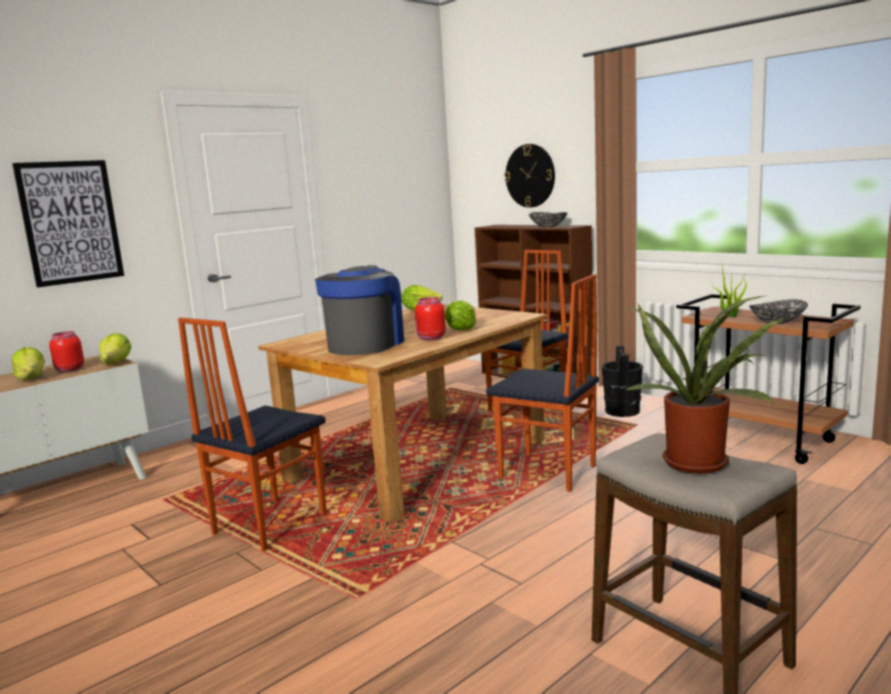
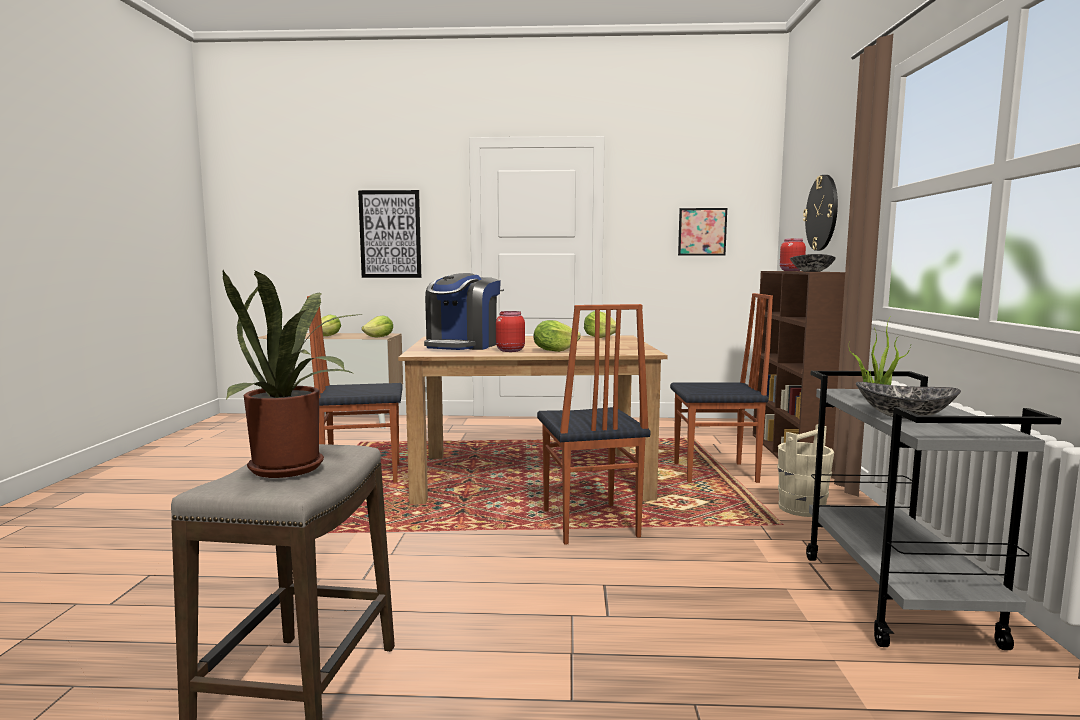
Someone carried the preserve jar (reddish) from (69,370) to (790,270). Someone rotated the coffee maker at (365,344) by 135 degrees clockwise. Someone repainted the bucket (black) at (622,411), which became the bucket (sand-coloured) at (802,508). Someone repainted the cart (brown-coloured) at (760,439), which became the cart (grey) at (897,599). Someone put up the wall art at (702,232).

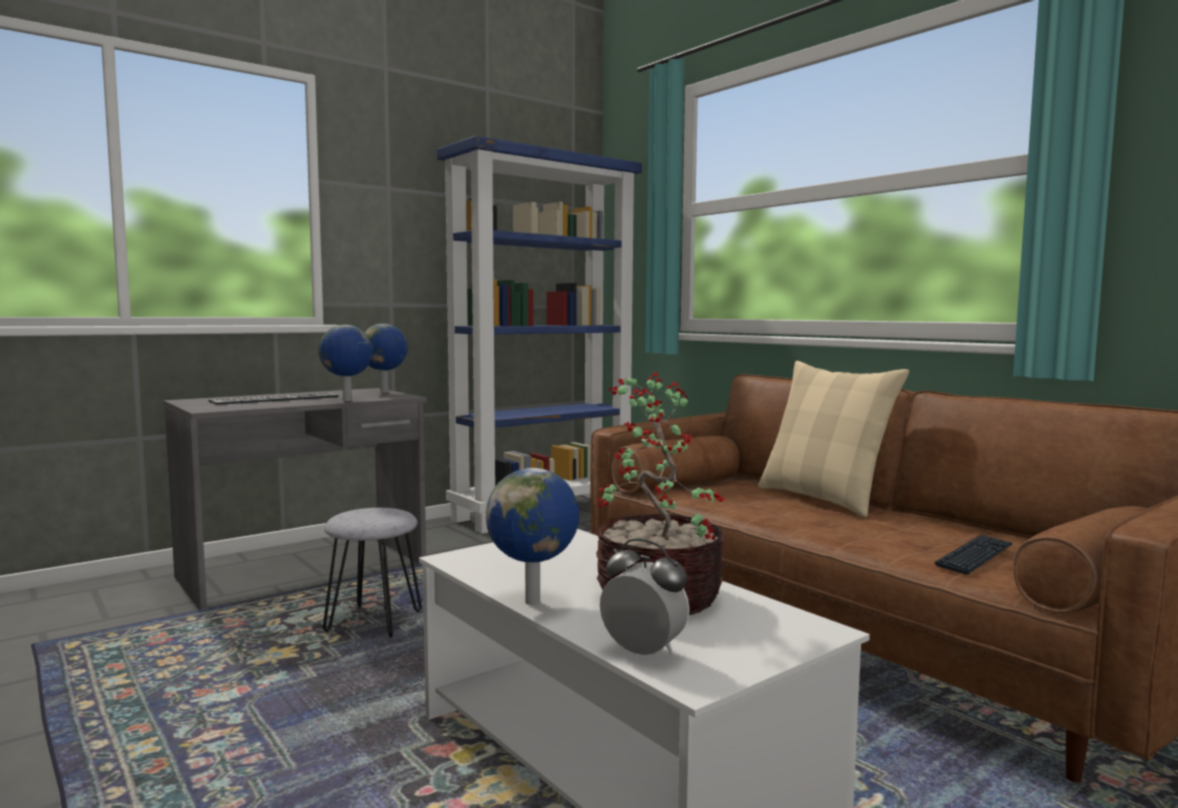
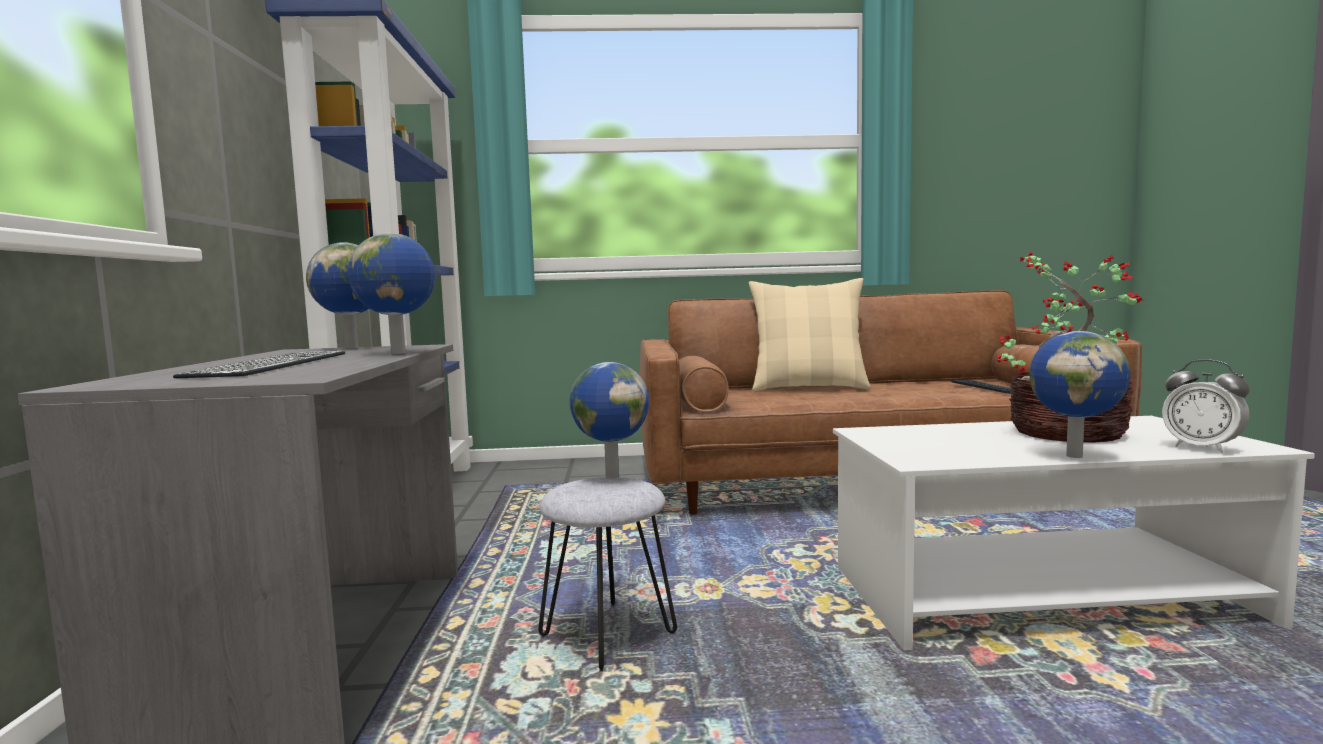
Someone rotated the alarm clock at (643,652) by 105 degrees counterclockwise. Someone put down the desk globe at (611,476).

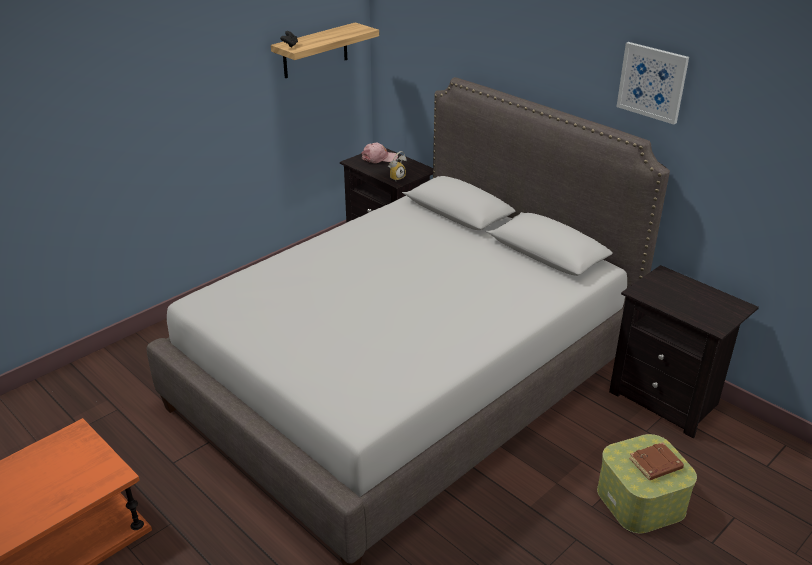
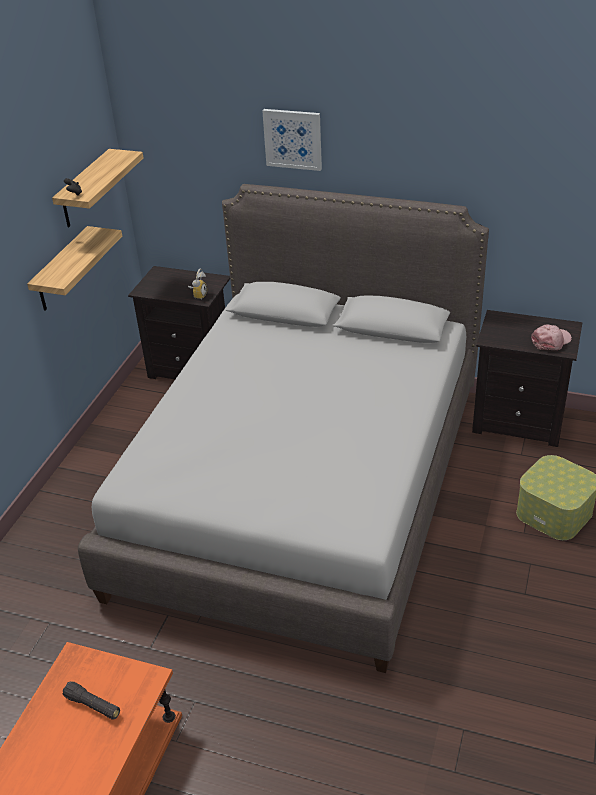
Someone carried the peaked cap (pink) from (379,158) to (551,341). Someone carried the wall art from (652,82) to (293,139). Someone took away the bound book (brown-coloured) at (655,465). Someone put up the wall shelf at (62,270). Someone put down the flashlight (black) at (93,706).

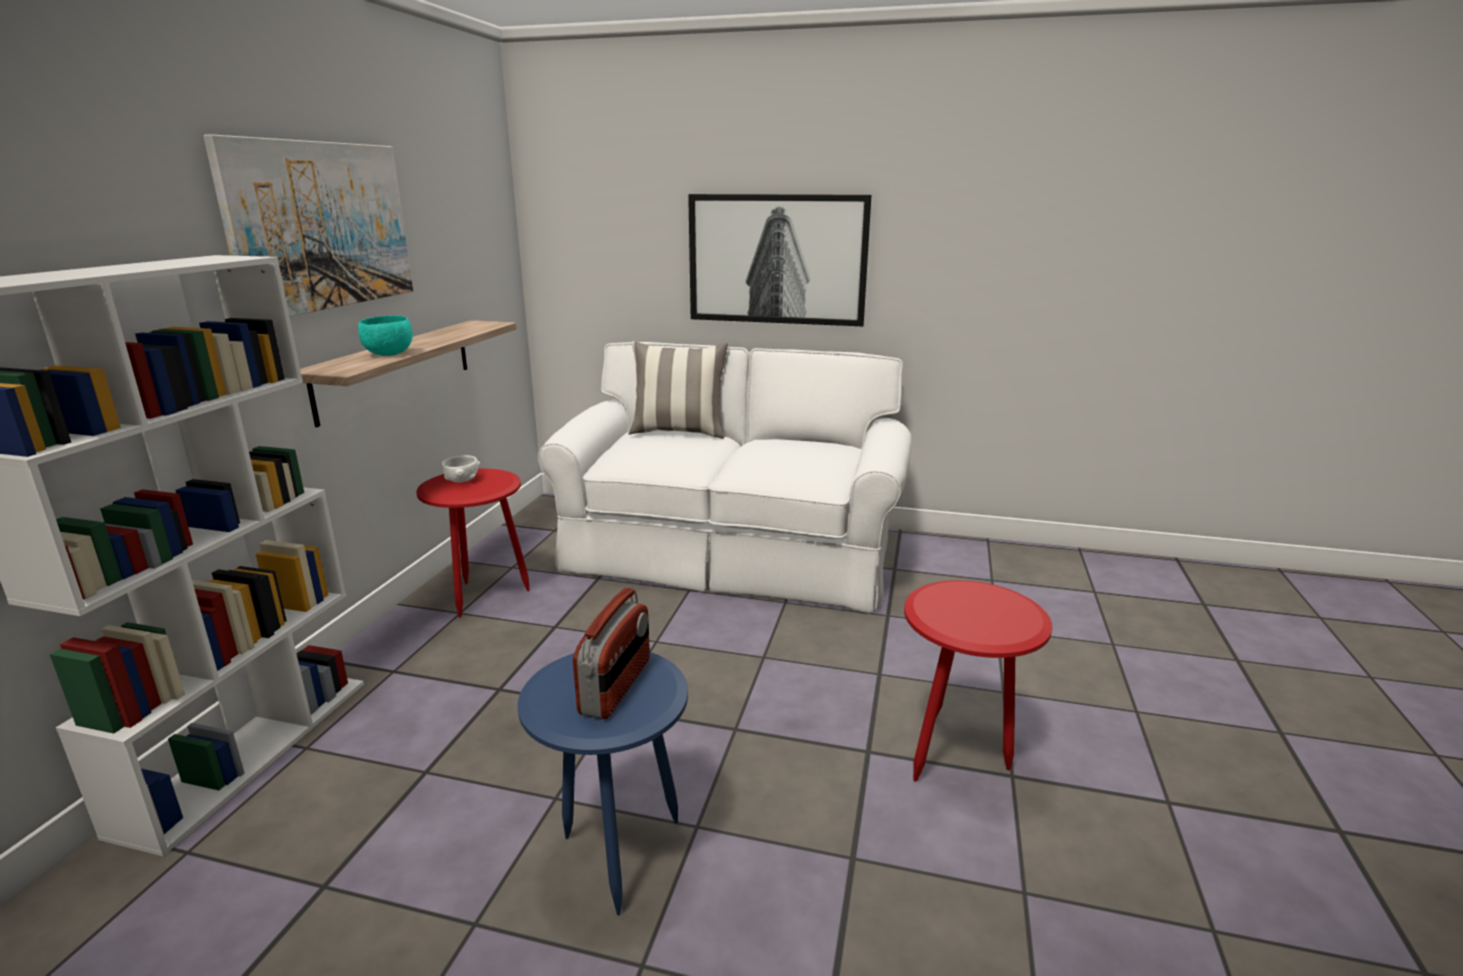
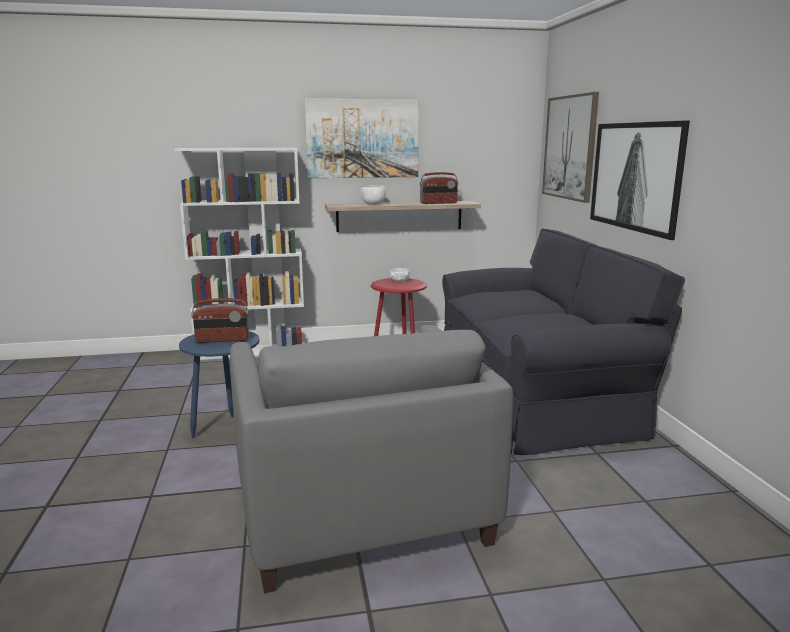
Someone repainted the bowl (turquoise-coloured) at (390,354), which became the bowl (white-coloured) at (373,204). Someone repainted the couch (white-coloured) at (732,551), which became the couch (black) at (535,393). Someone took away the throw pillow at (678,432). Someone swapped the end table (reddish) at (958,757) for the easy chair (grey) at (360,510). Someone put down the radio receiver at (438,203). Someone put up the wall art at (570,147).

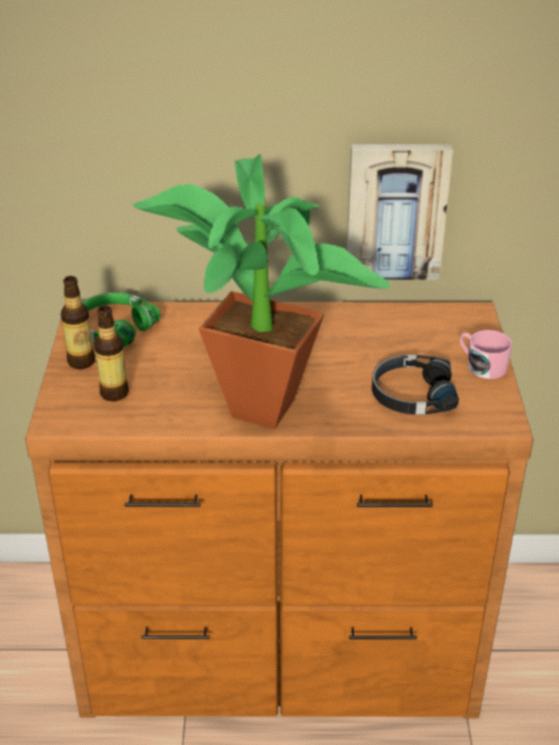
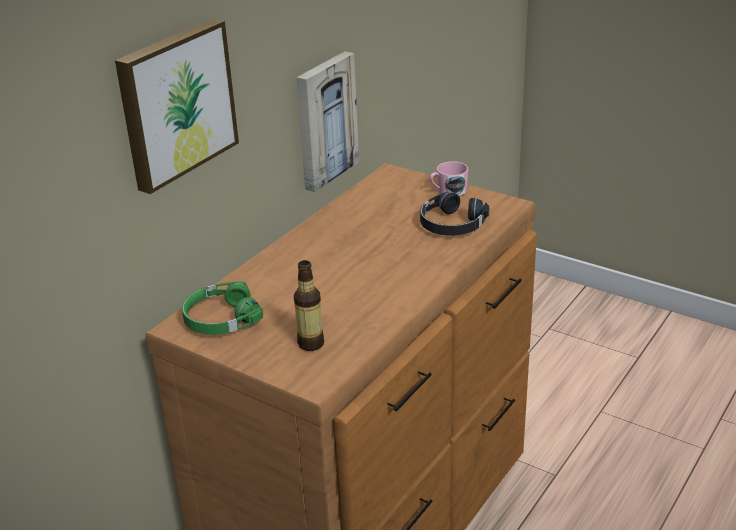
Someone took away the drink bottle at (81,362). Someone took away the plant in a pot at (254,401). Someone put up the wall art at (175,103).

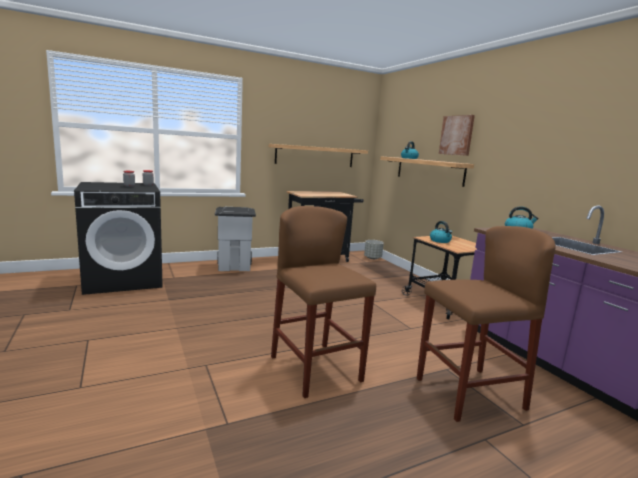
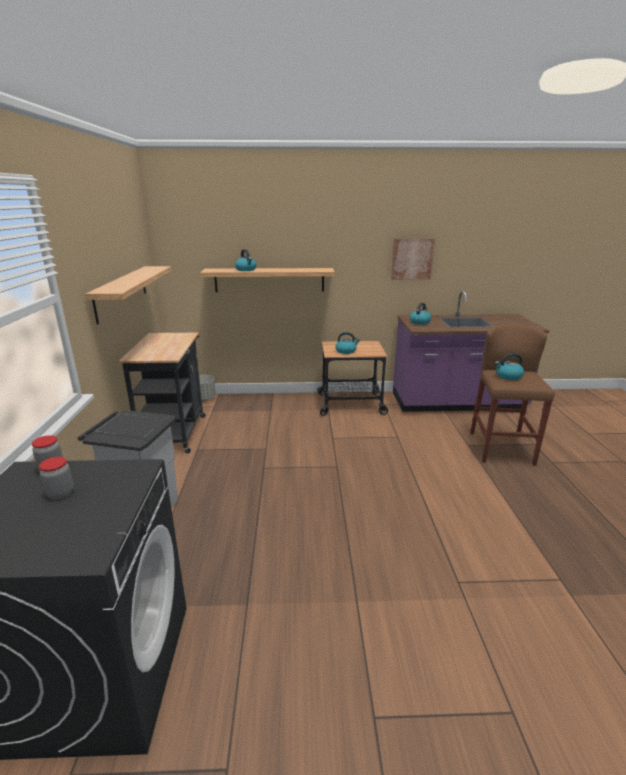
Someone took away the stool (brown-coloured) at (316,369). Someone carried the wall art from (456,135) to (412,259). Someone put down the tea kettle at (508,376).

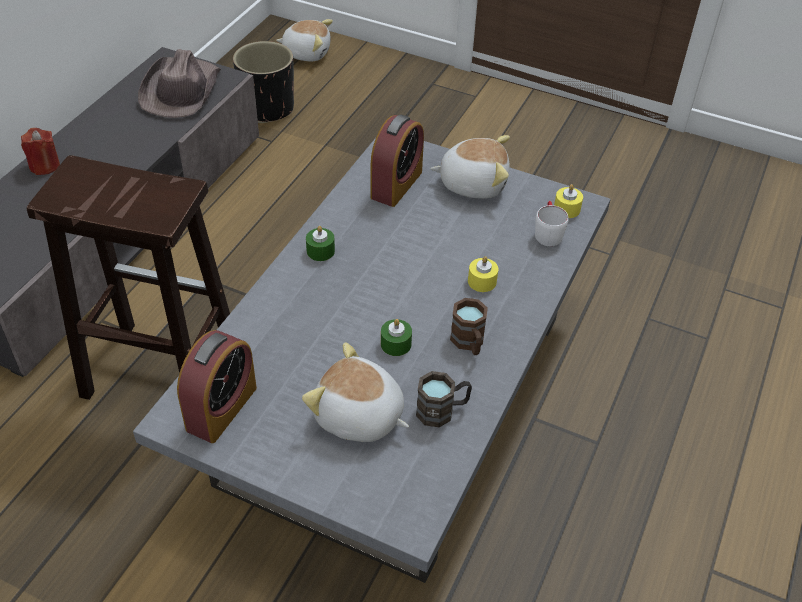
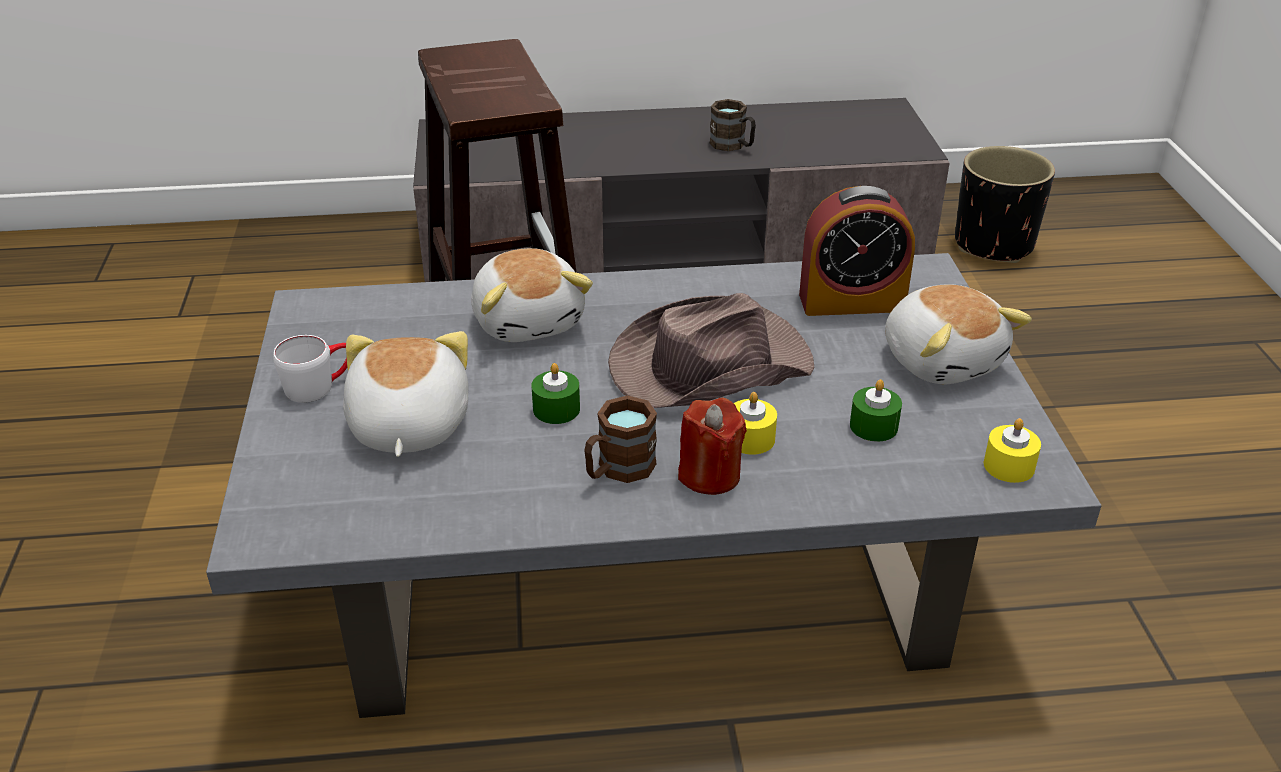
Someone carried the candle (reddish) from (44,166) to (709,475). Someone carried the wearable hat (brown-coloured) from (181,91) to (708,366). Someone took away the alarm clock at (221,408). Someone carried the soft toy from (306,52) to (529,320). Someone carried the candle (greenish) from (320,251) to (873,426). Someone carried the tea mug (brown-coloured) from (442,410) to (733,146). Someone carried the tea mug (white-coloured) from (547,232) to (319,385).

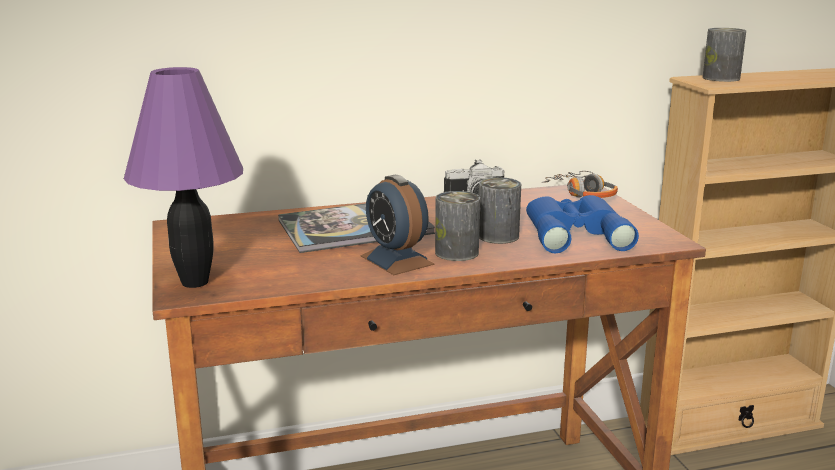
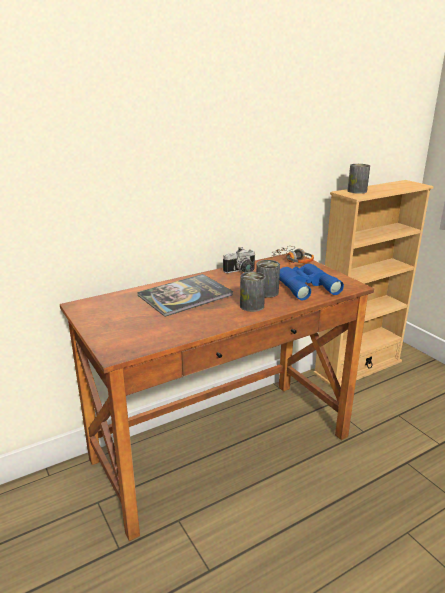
Someone took away the tabletop lamp (purple) at (196,282). Someone took away the alarm clock at (397,260).

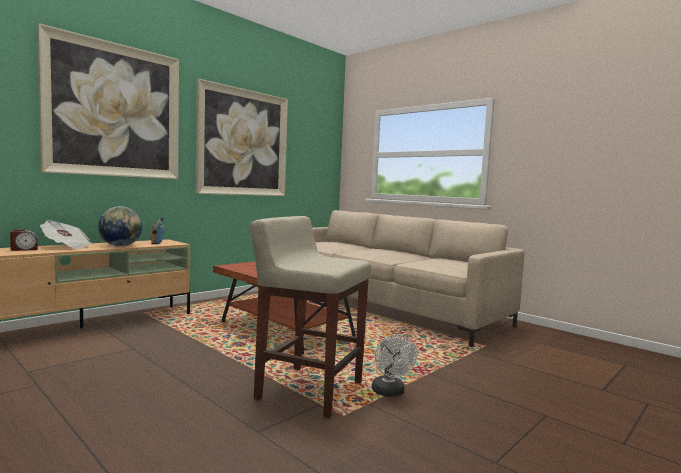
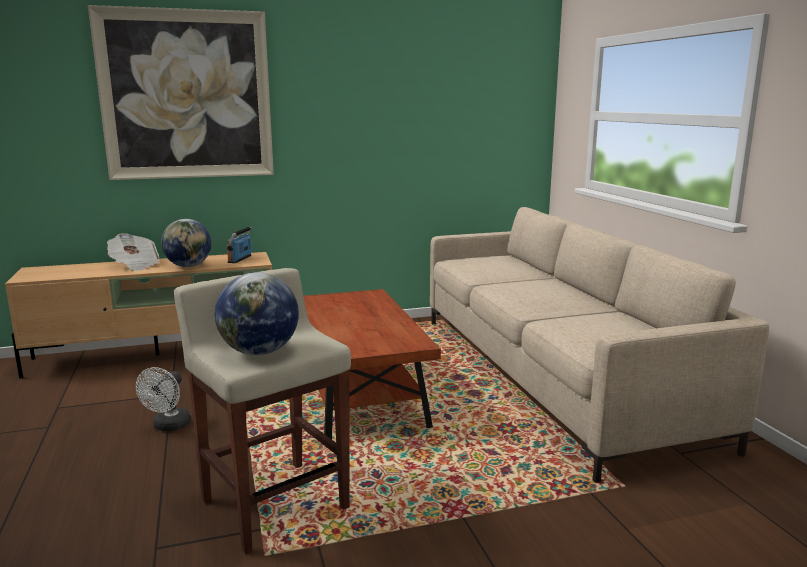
Someone took away the alarm clock at (24,249). Someone took away the wall art at (243,143). Someone carried the cooling fan (white-coloured) from (390,393) to (169,427). Someone put down the desk globe at (259,352).

